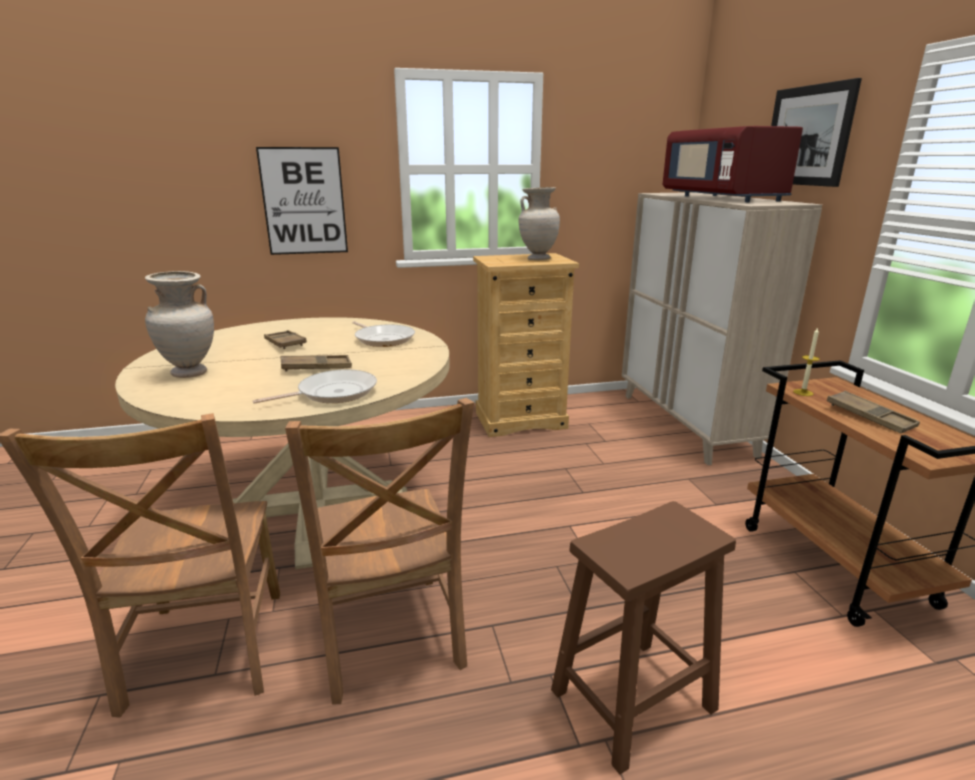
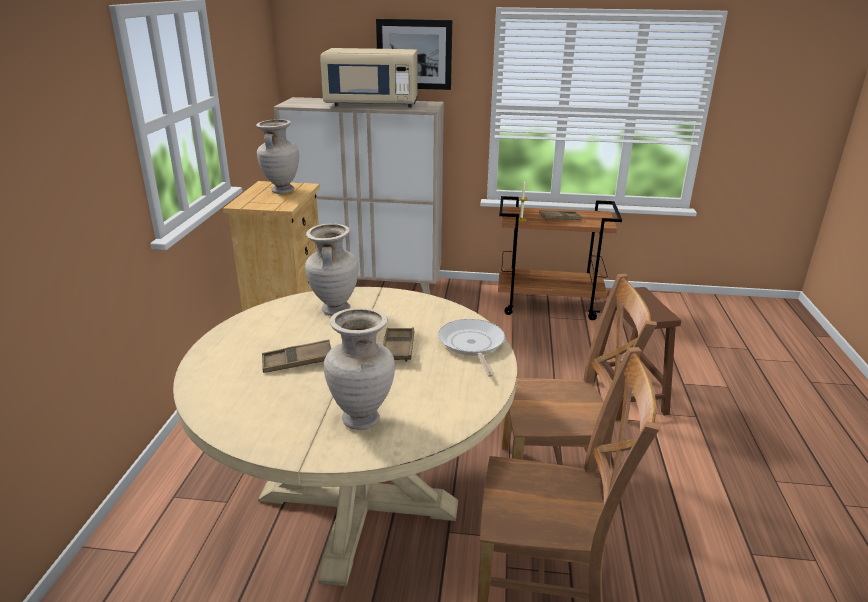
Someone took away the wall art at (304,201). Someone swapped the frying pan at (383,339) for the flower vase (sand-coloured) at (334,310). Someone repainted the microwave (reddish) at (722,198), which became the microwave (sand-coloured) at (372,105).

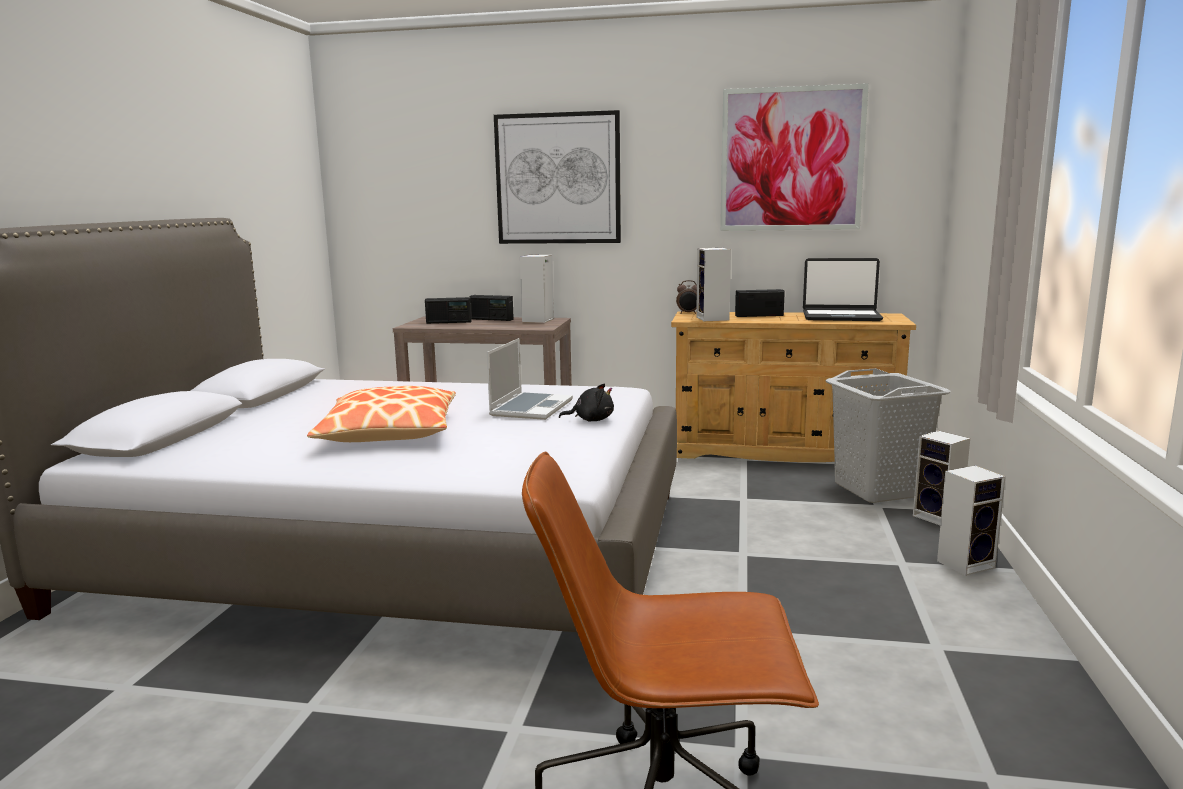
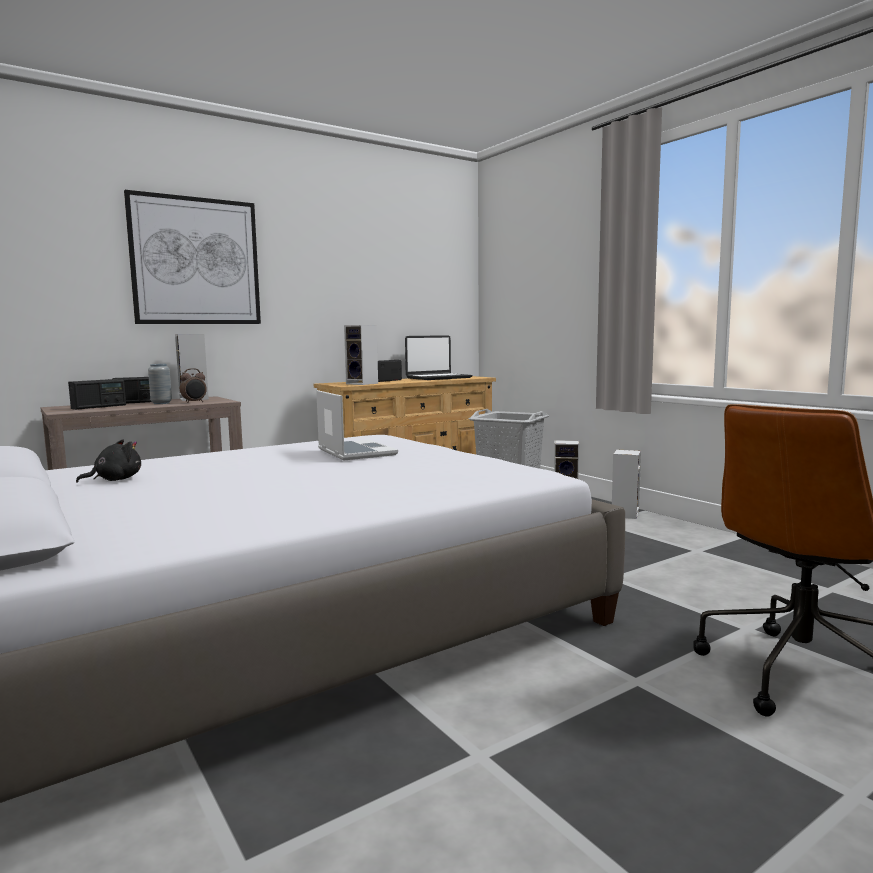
Someone took away the throw pillow at (389,432). Someone carried the soft toy (black) from (591,420) to (115,480). Someone carried the alarm clock from (688,313) to (194,402). Someone took away the wall art at (791,159). Someone put down the flower vase (grey) at (161,403).

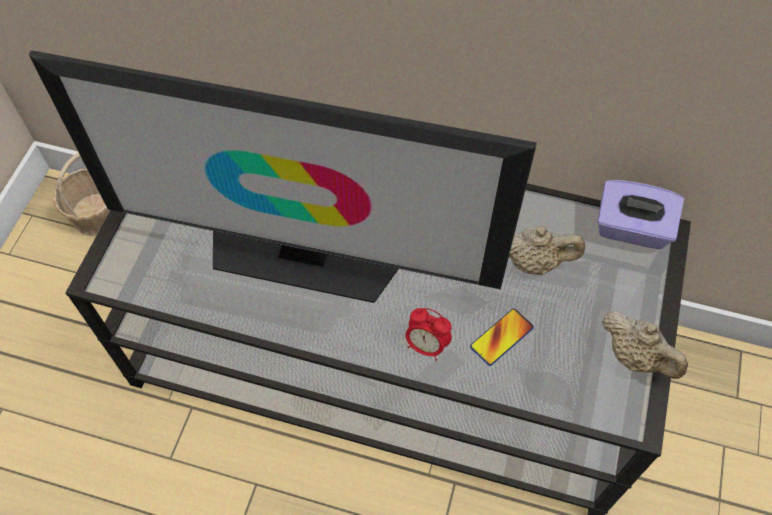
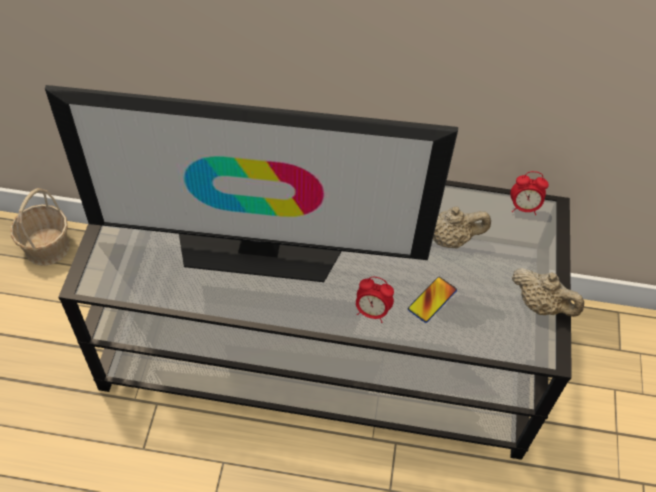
Someone swapped the box of tissues (purple) at (631,229) for the alarm clock at (523,208).

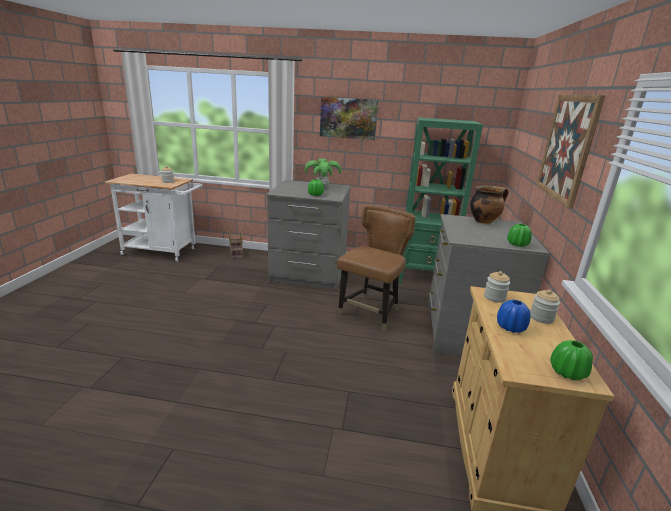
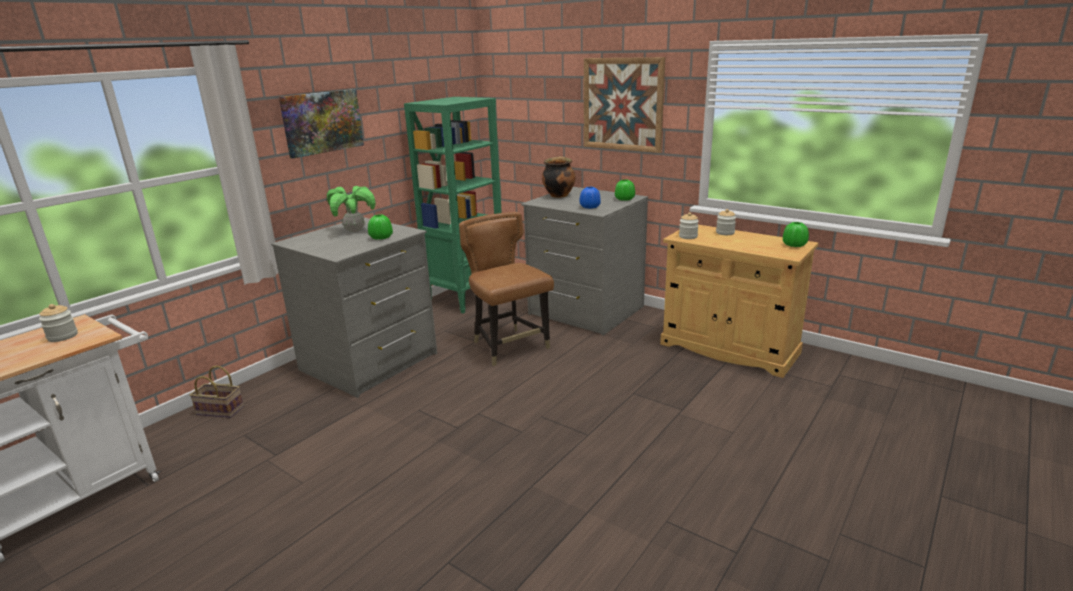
Someone carried the flower vase (blue) from (510,327) to (590,207).

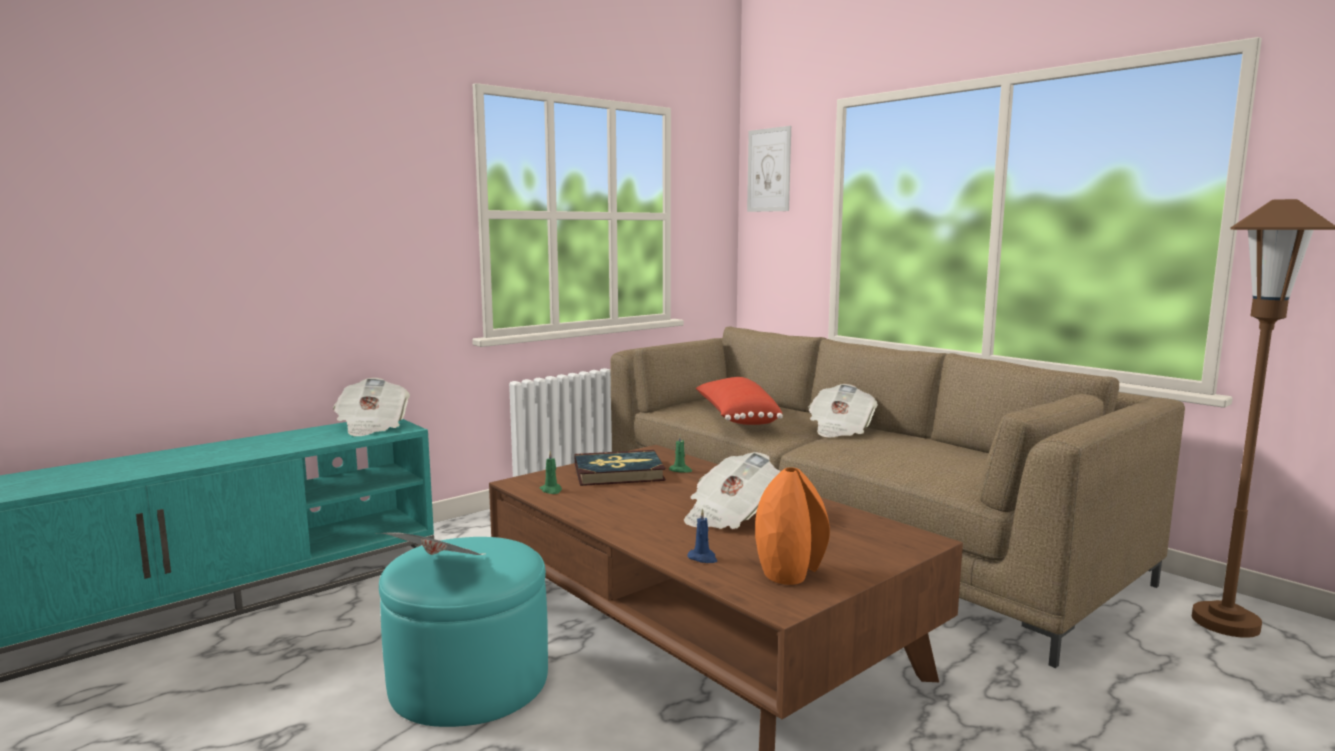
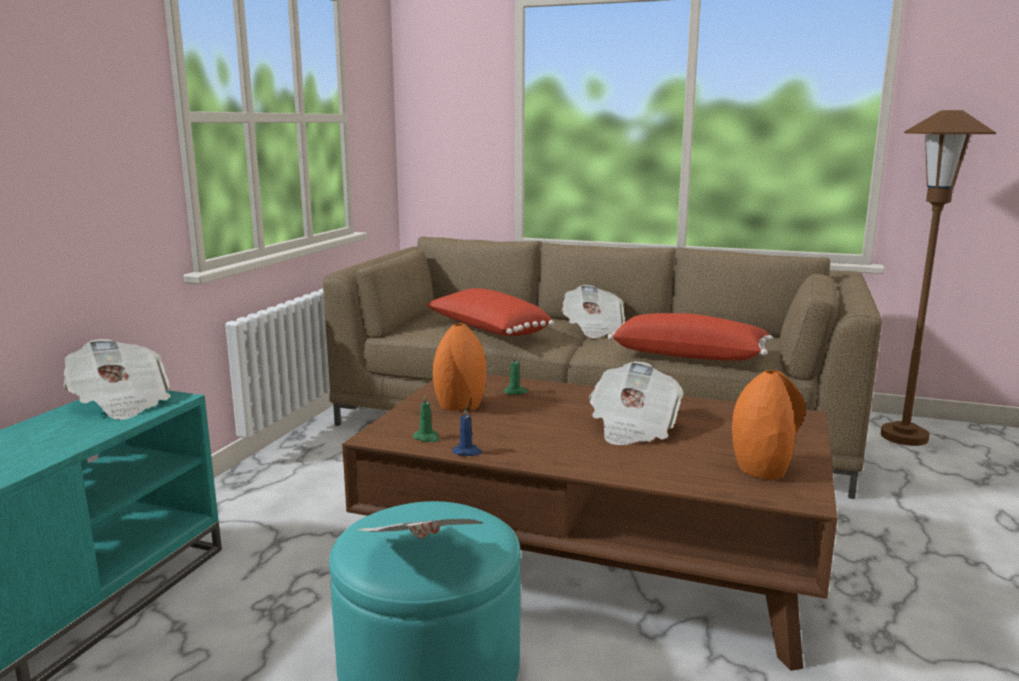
Someone swapped the bound book at (618,472) for the flower vase (orange-coloured) at (461,405). Someone carried the candle (blue) from (703,558) to (467,452). Someone took away the wall art at (769,170). Someone put down the throw pillow (reddish) at (689,355).

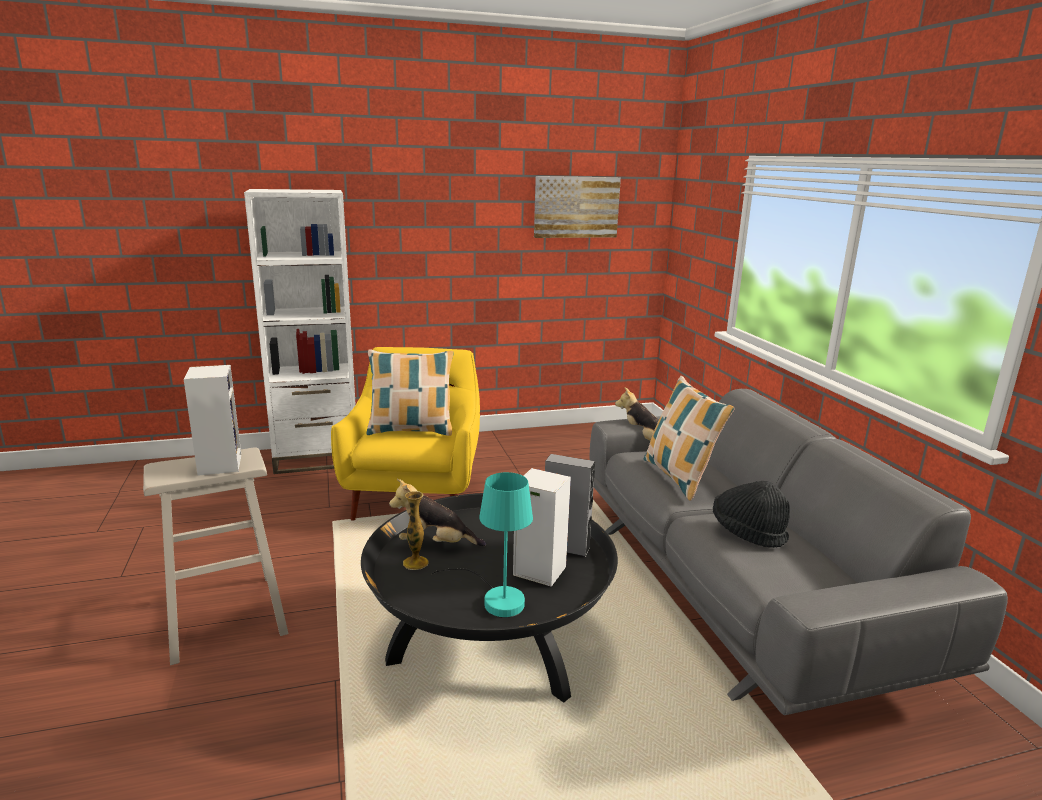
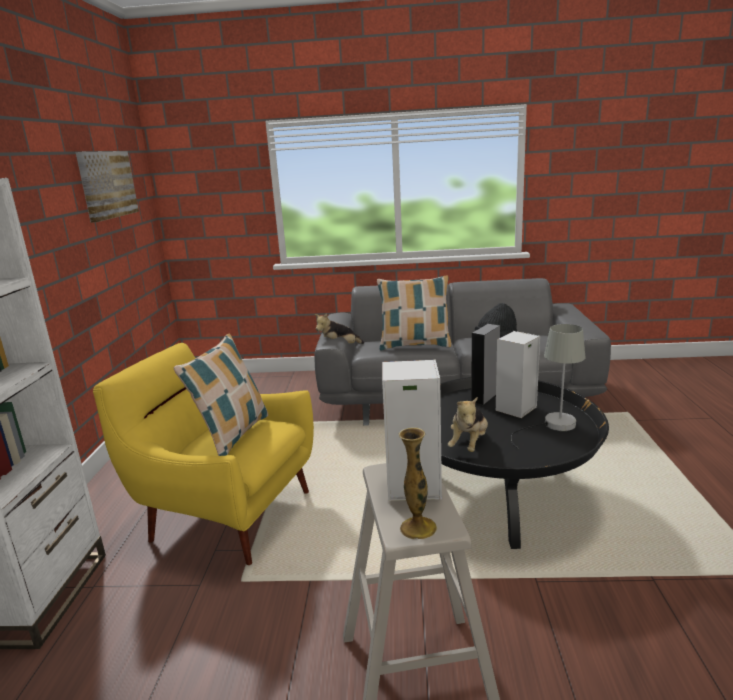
Someone carried the flower vase from (415,563) to (418,528). Someone repainted the tabletop lamp (turquoise-coloured) at (495,598), which became the tabletop lamp (grey) at (552,426).

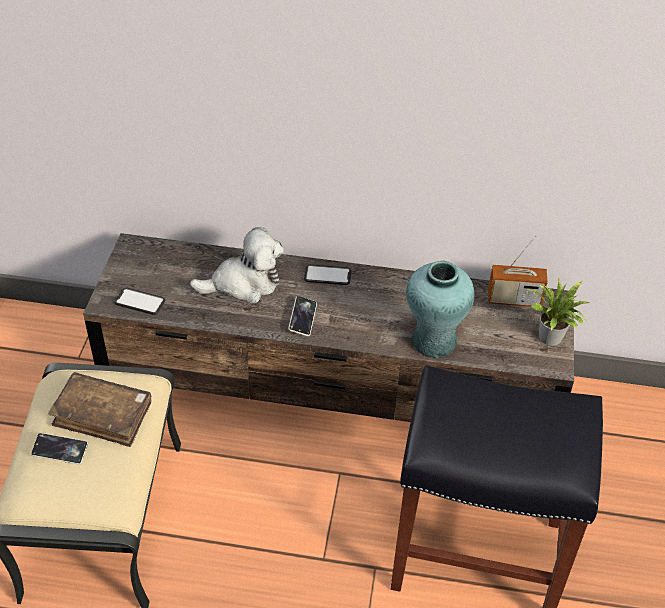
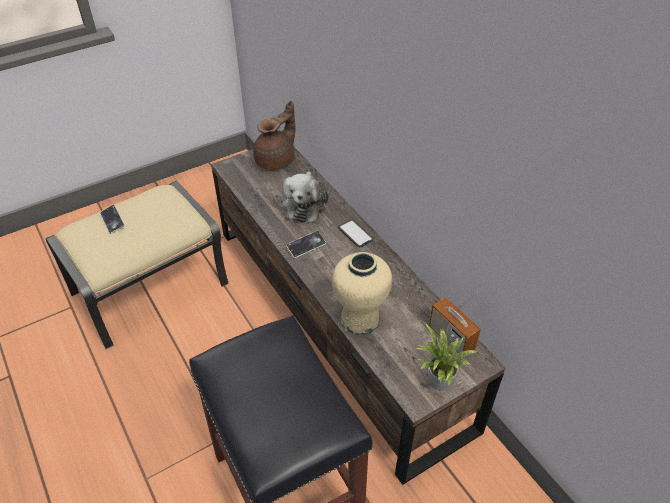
Someone took away the bound book (brown-coloured) at (103,415). Someone took away the handset at (140,302). Someone rotated the soft toy at (244,283) by 60 degrees clockwise. Someone repainted the flower vase (turquoise-coloured) at (433,341), which became the flower vase (sand-coloured) at (359,319). Someone put down the tea pot (brown-coloured) at (276,160).

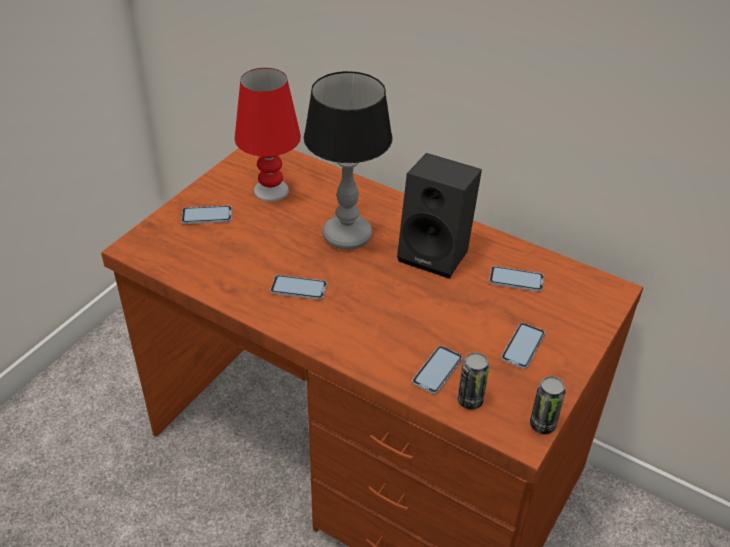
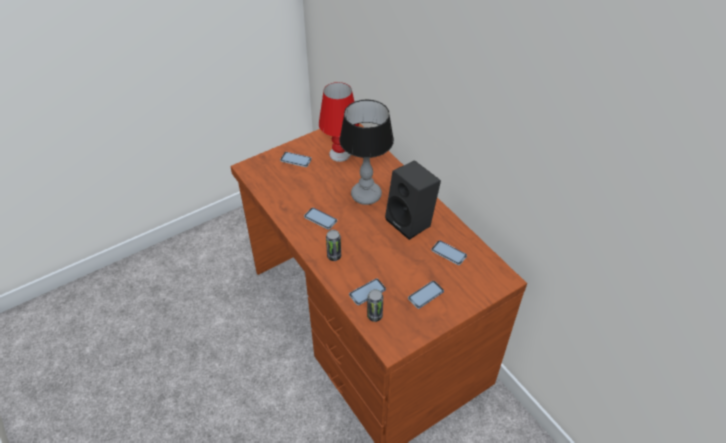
Someone carried the metal can from (542,425) to (334,256).

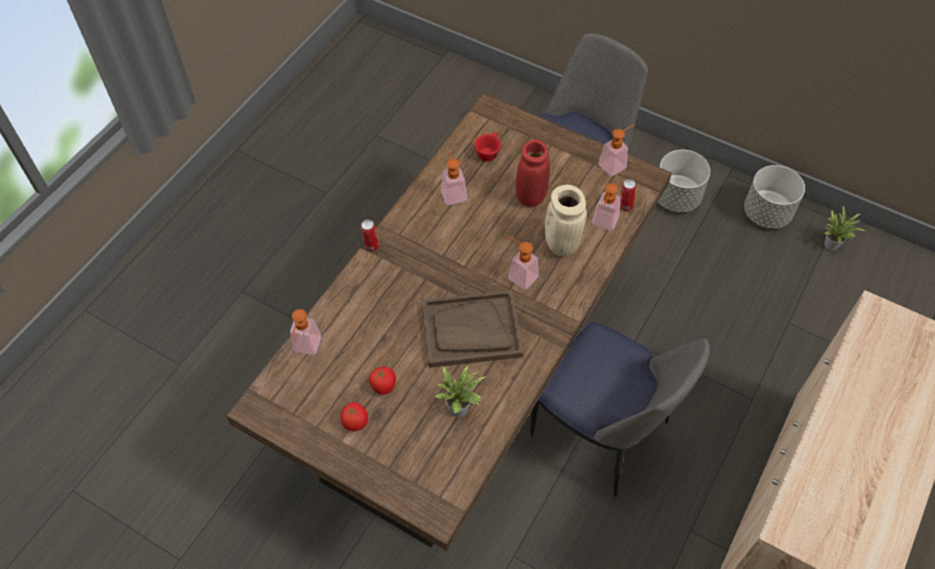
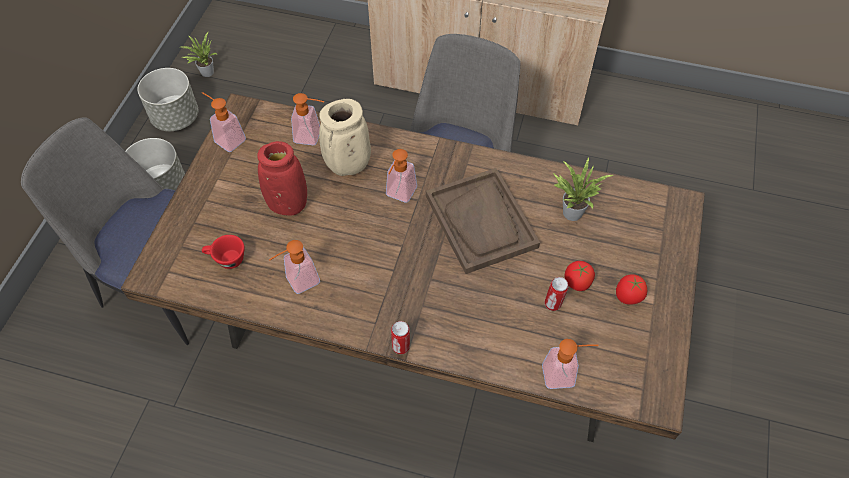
Someone carried the metal can from (625,206) to (553,304).

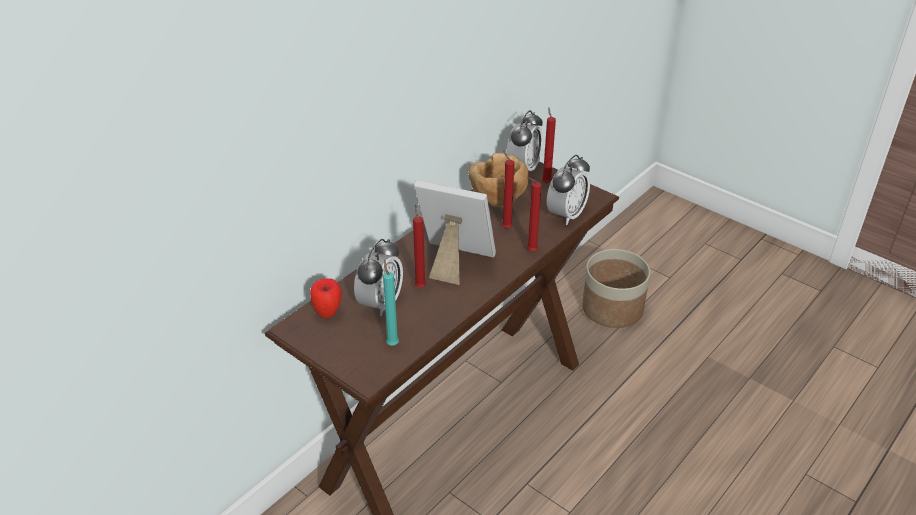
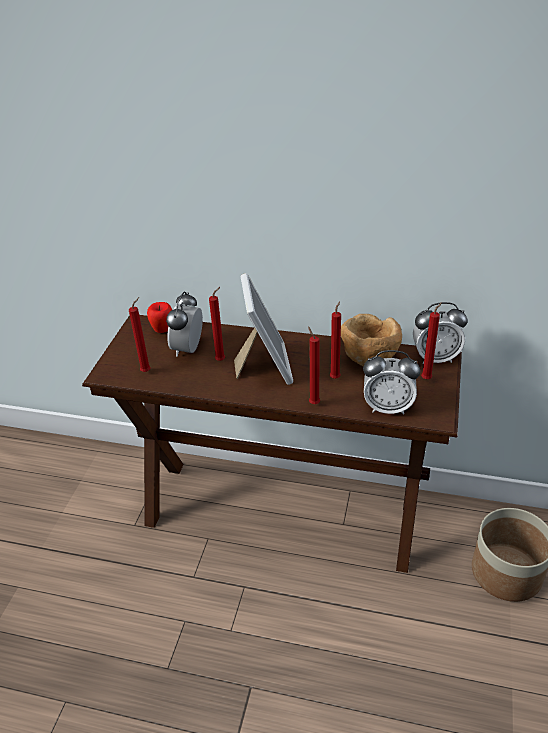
Someone rotated the alarm clock at (380,303) by 105 degrees clockwise. Someone repainted the candle (turquoise-coloured) at (392,343), which became the candle (reddish) at (147,371).

